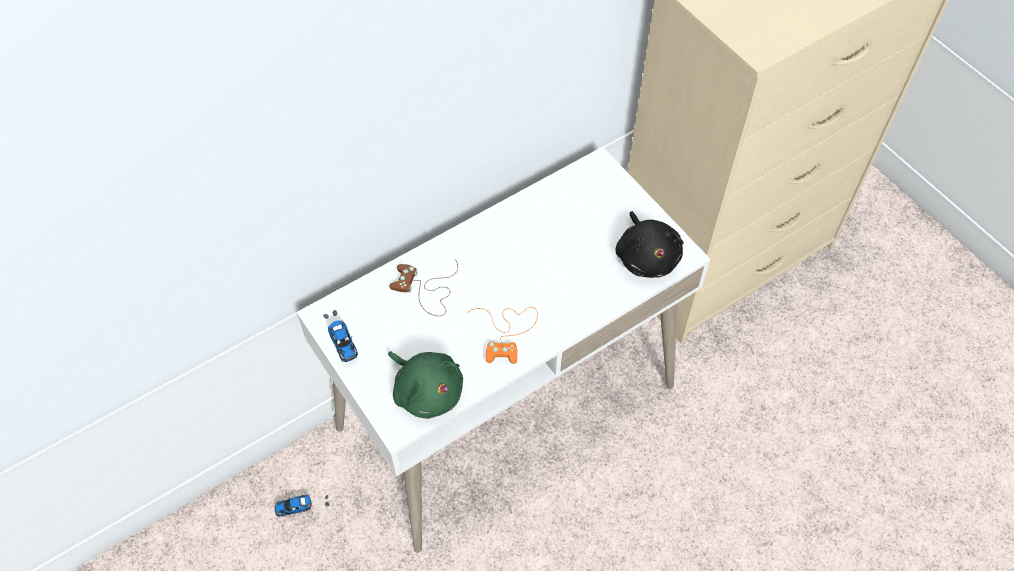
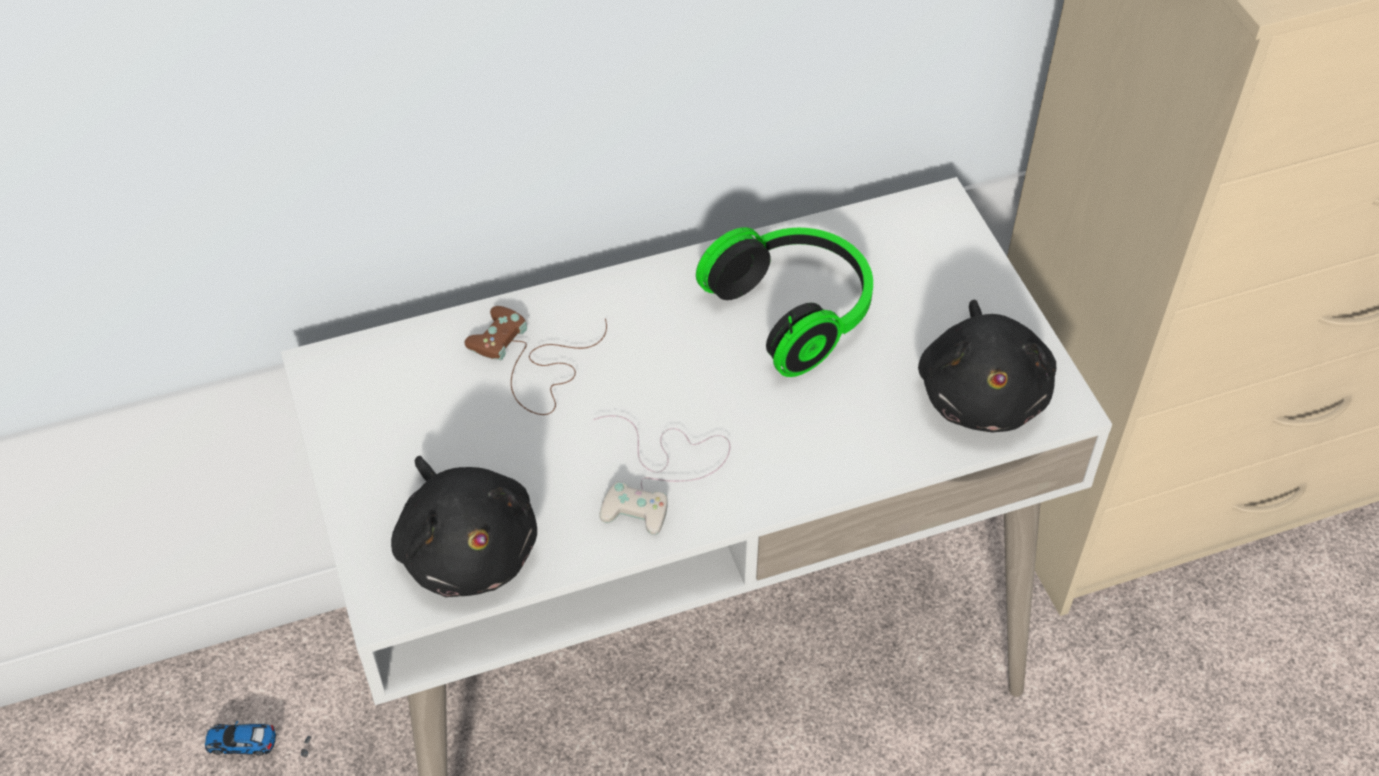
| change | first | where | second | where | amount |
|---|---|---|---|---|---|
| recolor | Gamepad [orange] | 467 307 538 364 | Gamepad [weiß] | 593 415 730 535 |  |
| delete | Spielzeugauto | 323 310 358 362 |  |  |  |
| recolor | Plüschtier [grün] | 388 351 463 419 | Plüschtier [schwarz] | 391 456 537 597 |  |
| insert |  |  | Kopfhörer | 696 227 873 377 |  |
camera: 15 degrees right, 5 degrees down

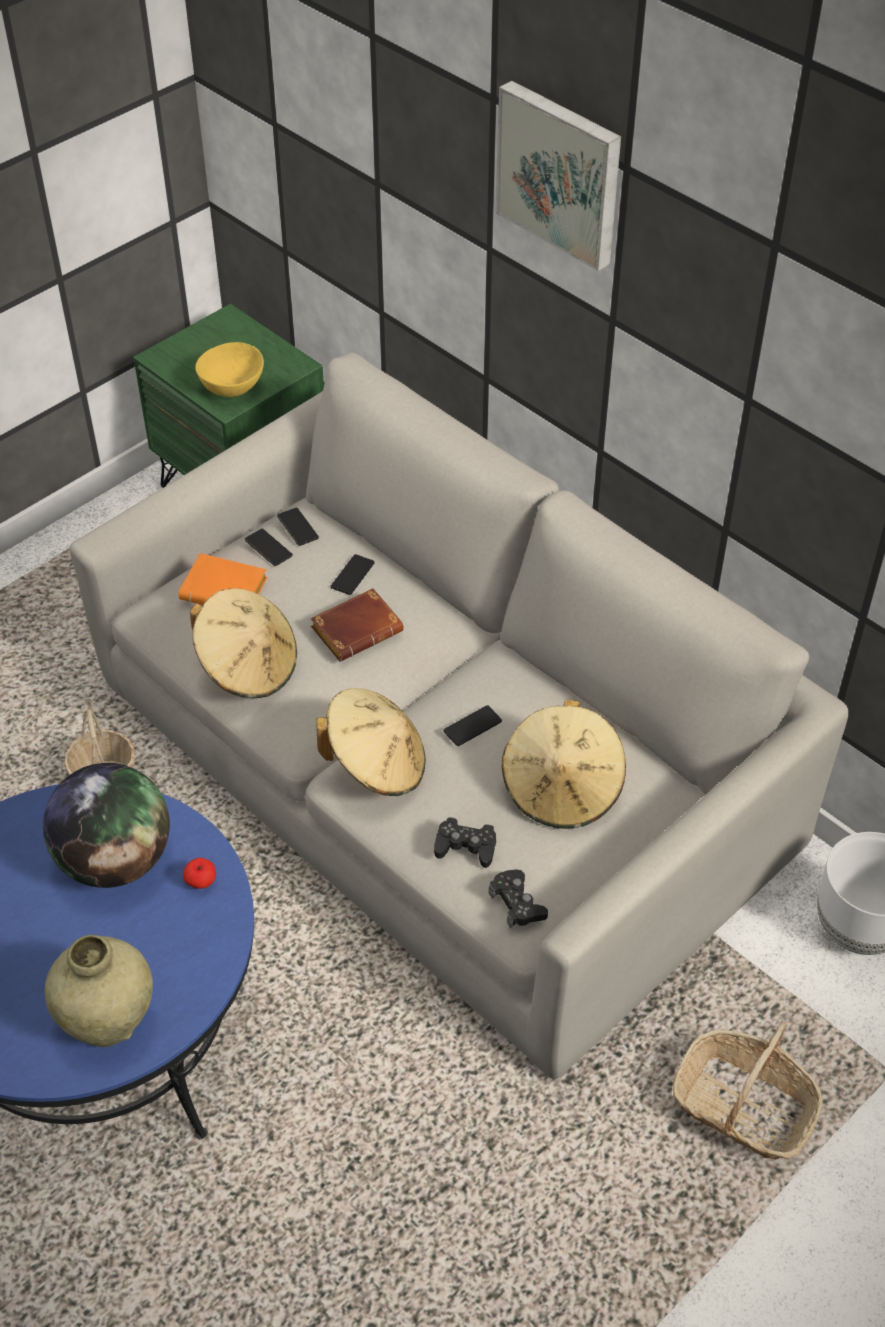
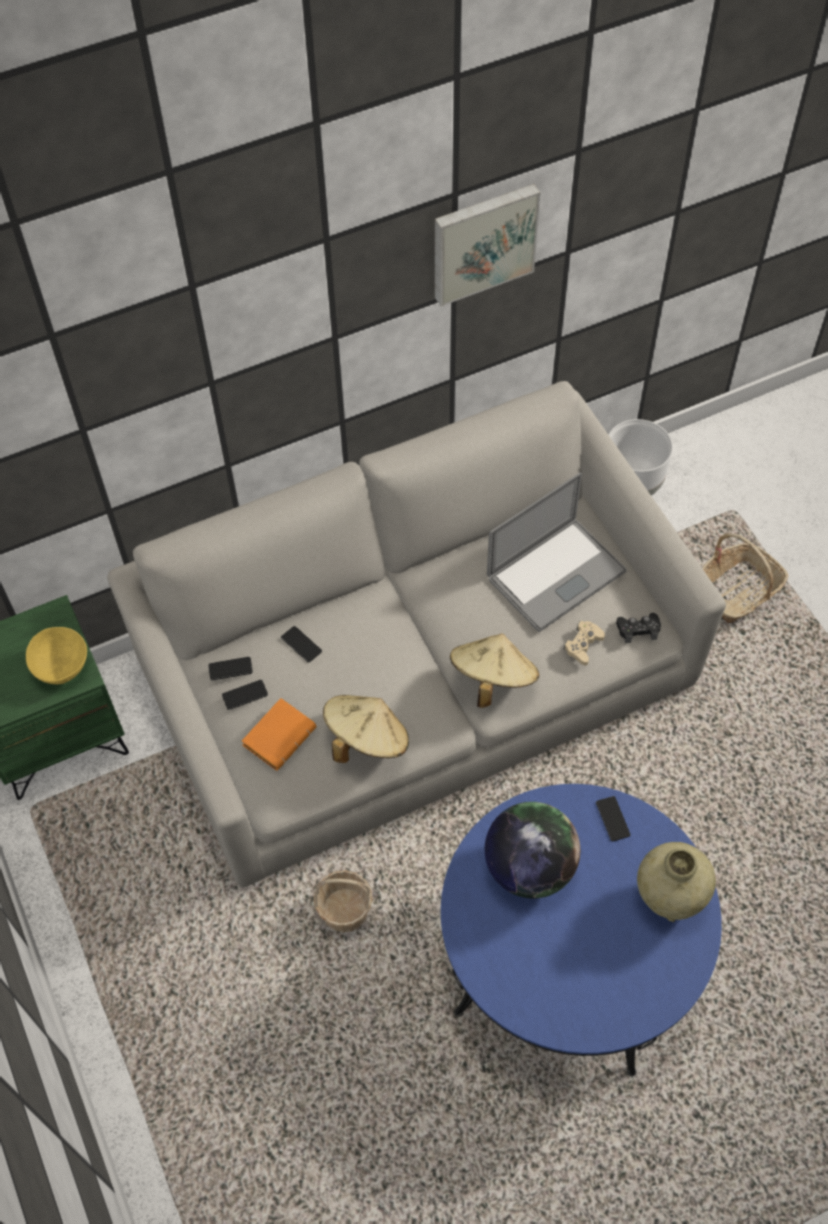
| change | first | where | second | where | amount |
|---|---|---|---|---|---|
| move | Bild | 496 81 621 271 |  | 435 184 540 306 |  |
| delete | Buch [braun] | 310 588 404 662 |  |  |  |
| replace | Hut [beige] | 502 700 626 829 | Laptop | 487 472 627 632 |  |
| move | Handy | 443 705 502 746 |  | 596 796 631 841 |  |
| recolor | Gamepad [schwarz] | 434 817 496 868 | Gamepad [beige] | 564 621 605 665 |  |
| delete | Apfel | 183 858 216 889 |  |  |  |
camera: 70 degrees left, 10 degrees up

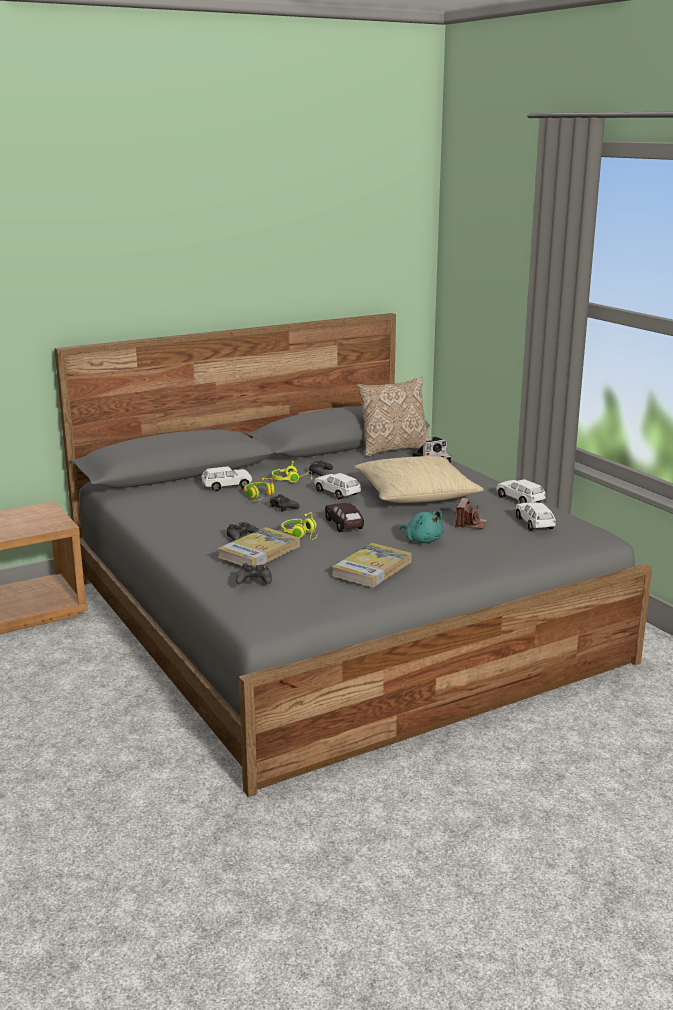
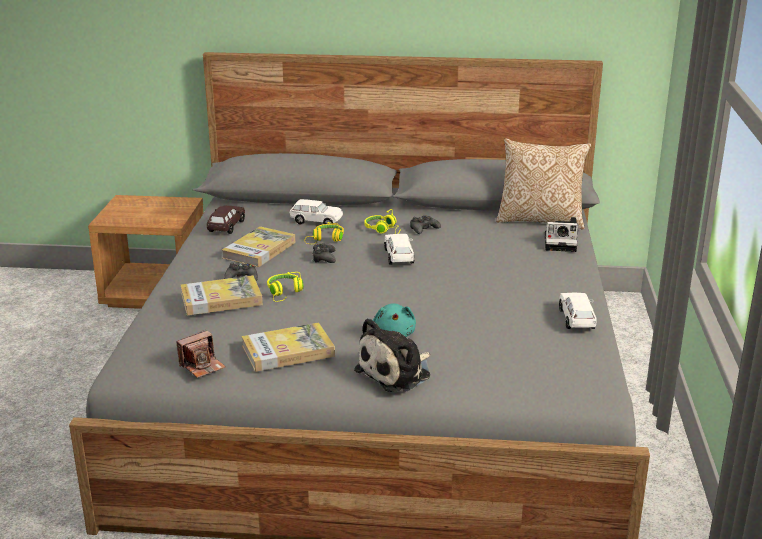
| change | first | where | second | where | amount |
|---|---|---|---|---|---|
| delete | Kissen [beige] | 354 456 484 503 |  |  |  |
| move | Kamera | 455 498 487 529 |  | 176 330 226 378 |  |
| delete | Spielzeugauto [weiß] | 516 502 556 531 |  |  |  |
| move | Spielzeugauto [braun] | 325 503 364 532 |  | 207 206 245 234 |  |
| delete | Gamepad [schwarz] | 236 563 272 584 |  |  |  |
| insert |  |  | Buch | 222 226 295 267 |  |
| insert |  |  | Plüschtier | 354 318 430 392 |  |
camera: 35 degrees right, 5 degrees up

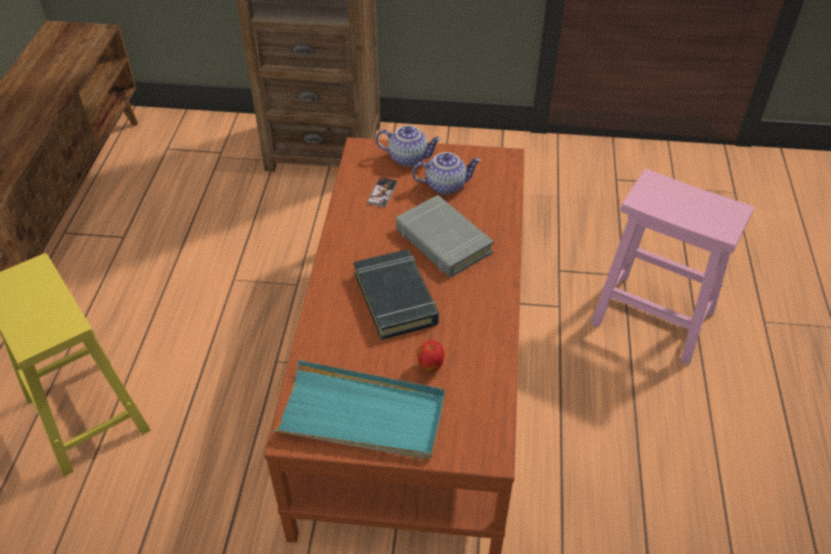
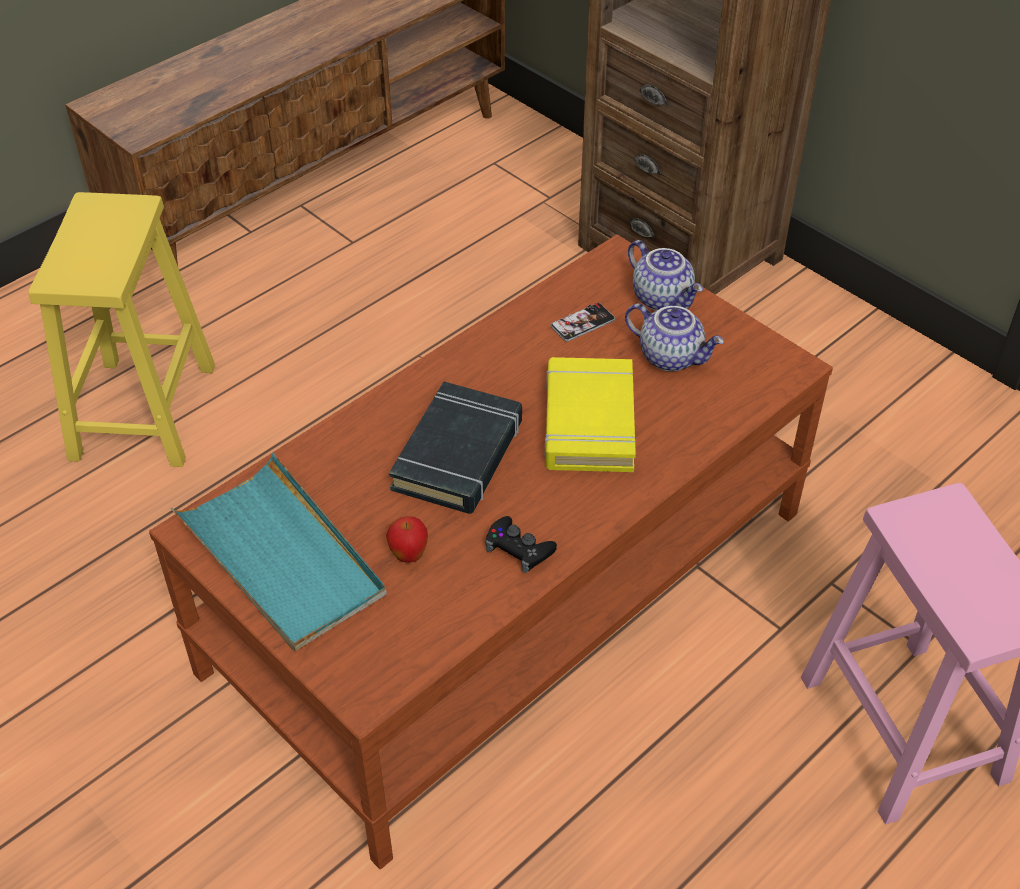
| change | first | where | second | where | amount |
|---|---|---|---|---|---|
| recolor | Buch [grau] | 396 195 494 277 | Buch [gelb] | 545 357 636 472 |  |
| insert |  |  | Gamepad [schwarz] | 485 516 557 573 |  |
camera: 40 degrees right, 0 degrees up

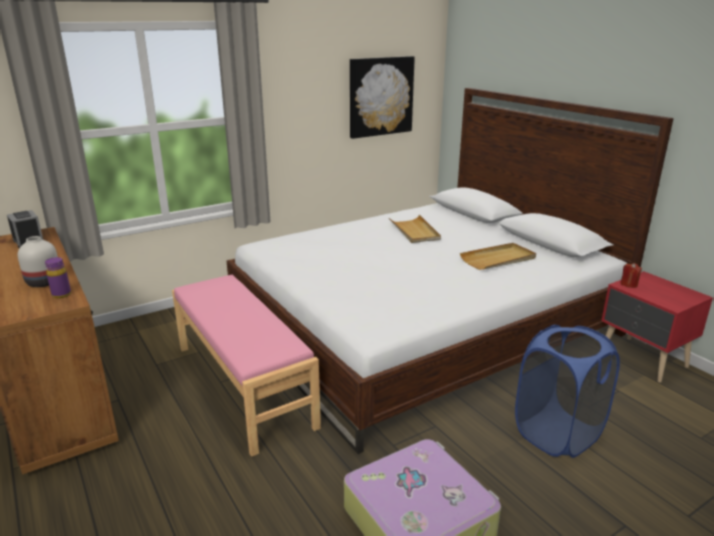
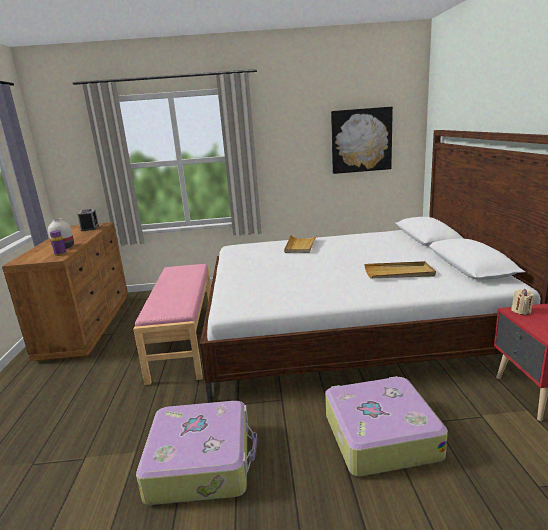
| change | first | where | second | where | amount |
|---|---|---|---|---|---|
| move | Tablett [beige] | 389 215 441 243 |  | 284 235 317 253 |  |
| recolor | Kerze [rot] | 620 263 642 288 | Kerze [beige] | 511 289 535 315 |  |
| replace | Wäschekorb [blau] | 515 325 620 458 | Koffer | 325 376 448 476 |  |
camera: 30 degrees right, 5 degrees down

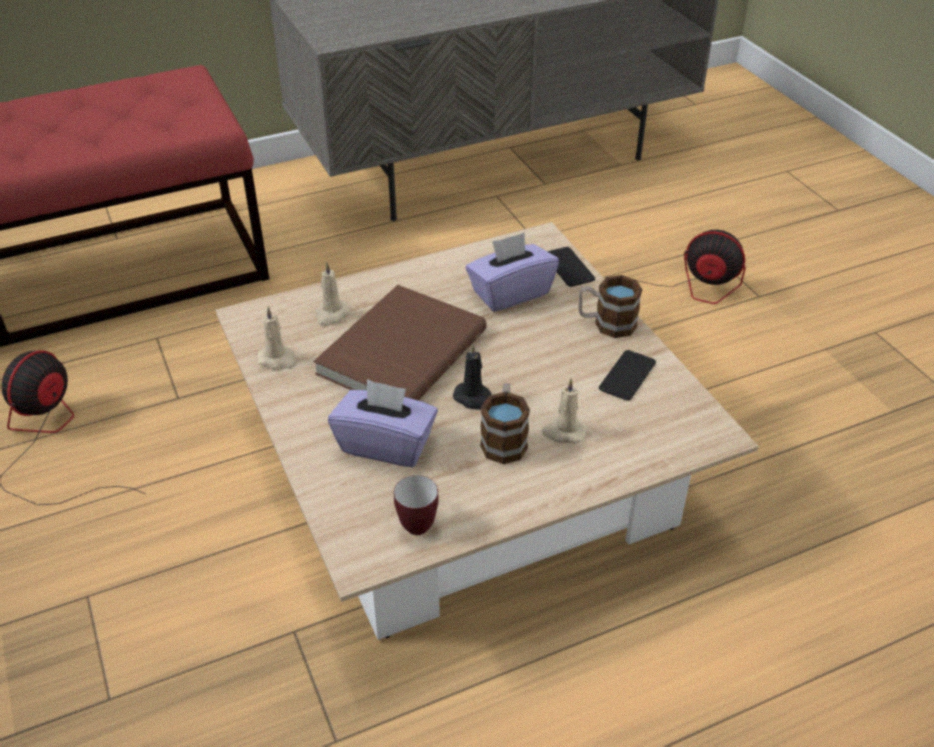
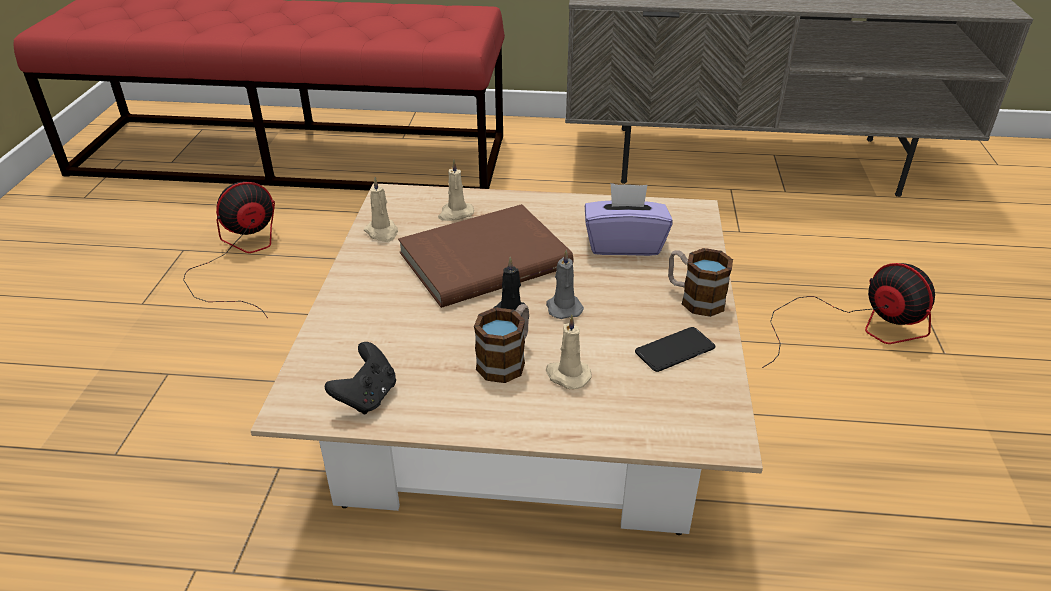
| change | first | where | second | where | amount |
|---|---|---|---|---|---|
| delete | Handy | 547 247 595 287 |  |  |  |
| delete | Taschentuchbox [lila] | 328 379 438 467 |  |  |  |
| replace | Henkelbecher | 394 475 439 535 | Gamepad [schwarz] | 325 342 396 415 |  |
| insert |  |  | Kerze [grau] | 546 250 584 319 |  |
camera: 30 degrees right, 5 degrees down

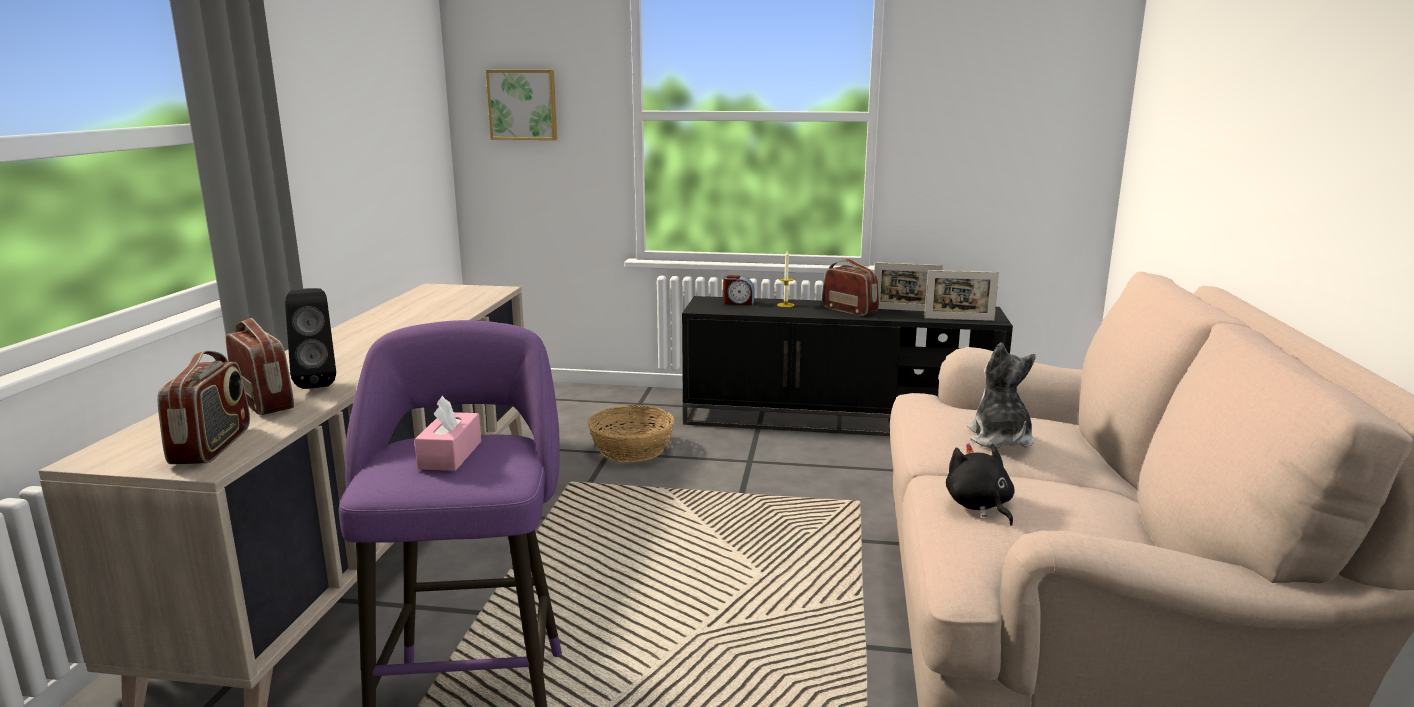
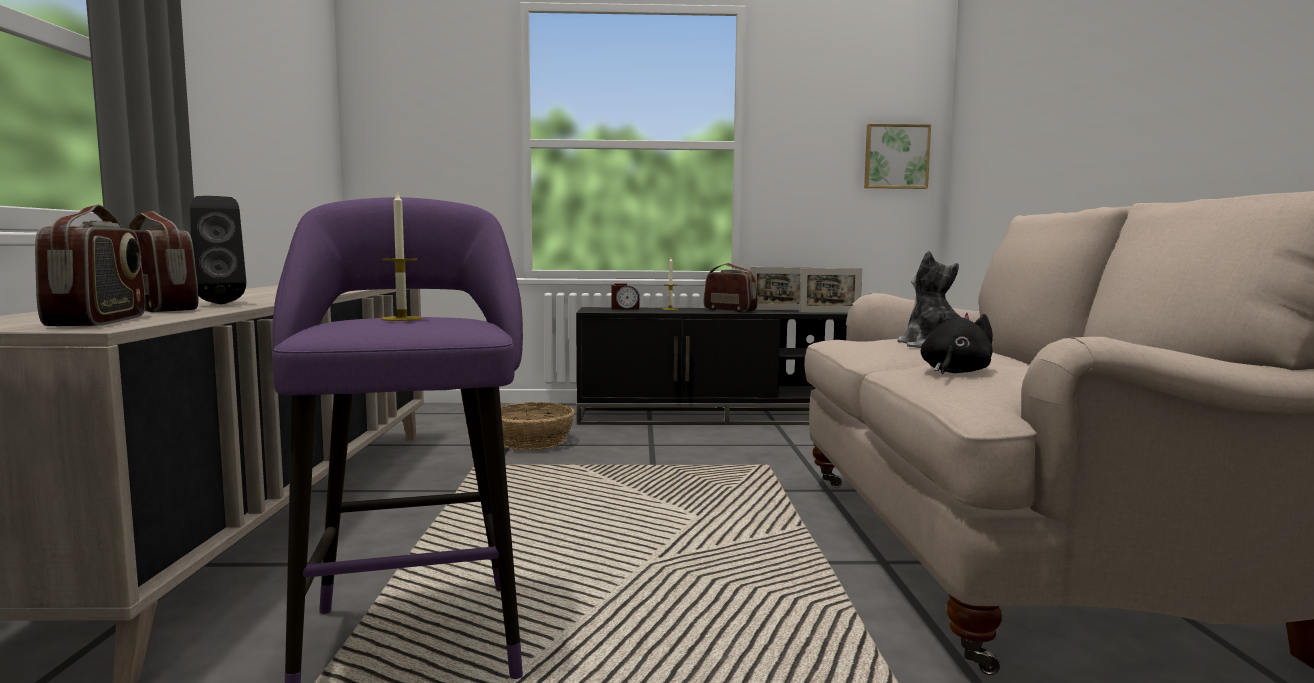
| change | first | where | second | where | amount |
|---|---|---|---|---|---|
| move | Bild | 486 70 557 140 |  | 864 124 931 189 |  |
| replace | Taschentuchbox [rosa] | 414 396 481 471 | Kerze | 381 190 422 321 |  |
| rotate | Plüschtier [schwarz] | 946 443 1015 526 |  | 920 313 993 374 | 60 degrees clockwise |
camera: 10 degrees left, 10 degrees down

